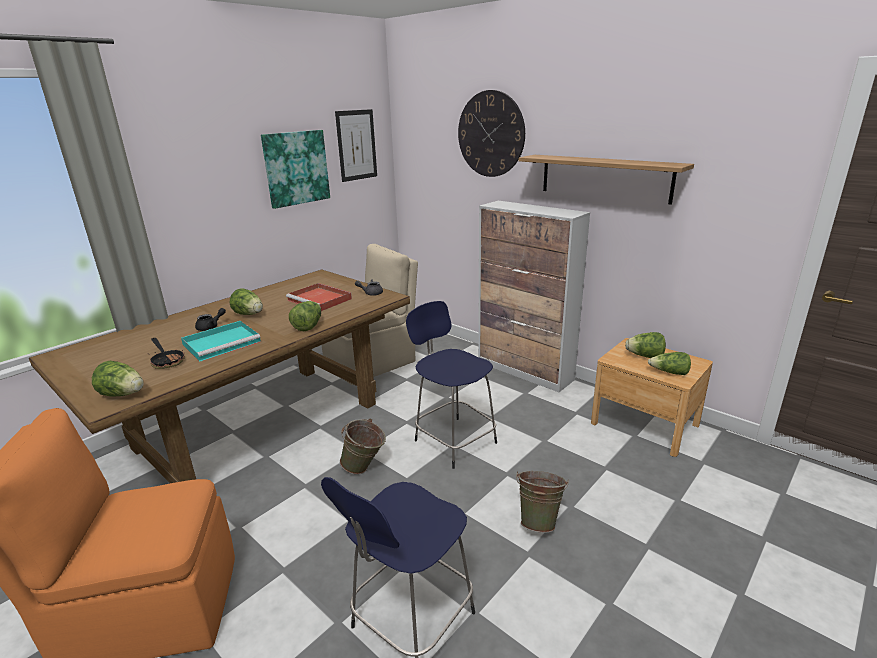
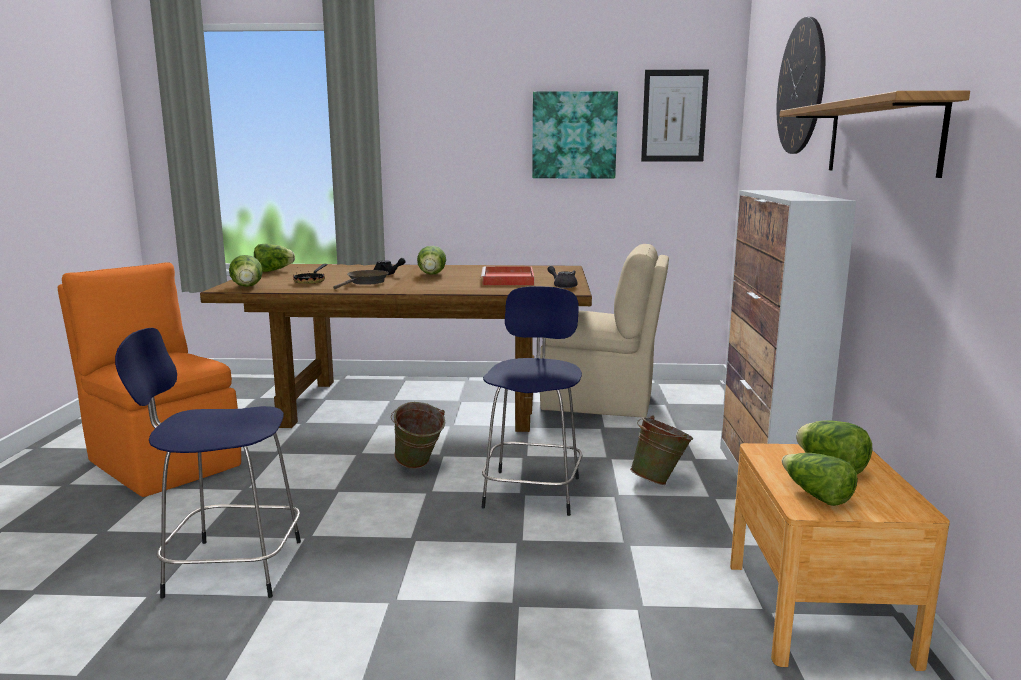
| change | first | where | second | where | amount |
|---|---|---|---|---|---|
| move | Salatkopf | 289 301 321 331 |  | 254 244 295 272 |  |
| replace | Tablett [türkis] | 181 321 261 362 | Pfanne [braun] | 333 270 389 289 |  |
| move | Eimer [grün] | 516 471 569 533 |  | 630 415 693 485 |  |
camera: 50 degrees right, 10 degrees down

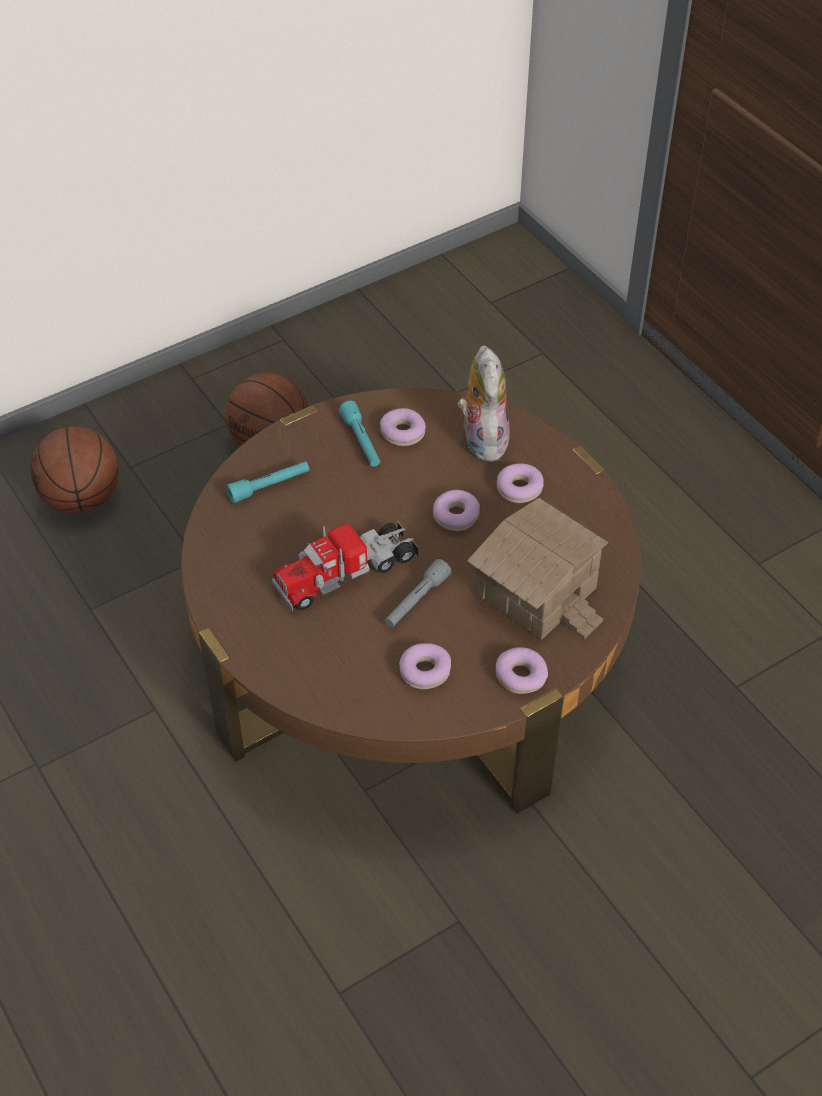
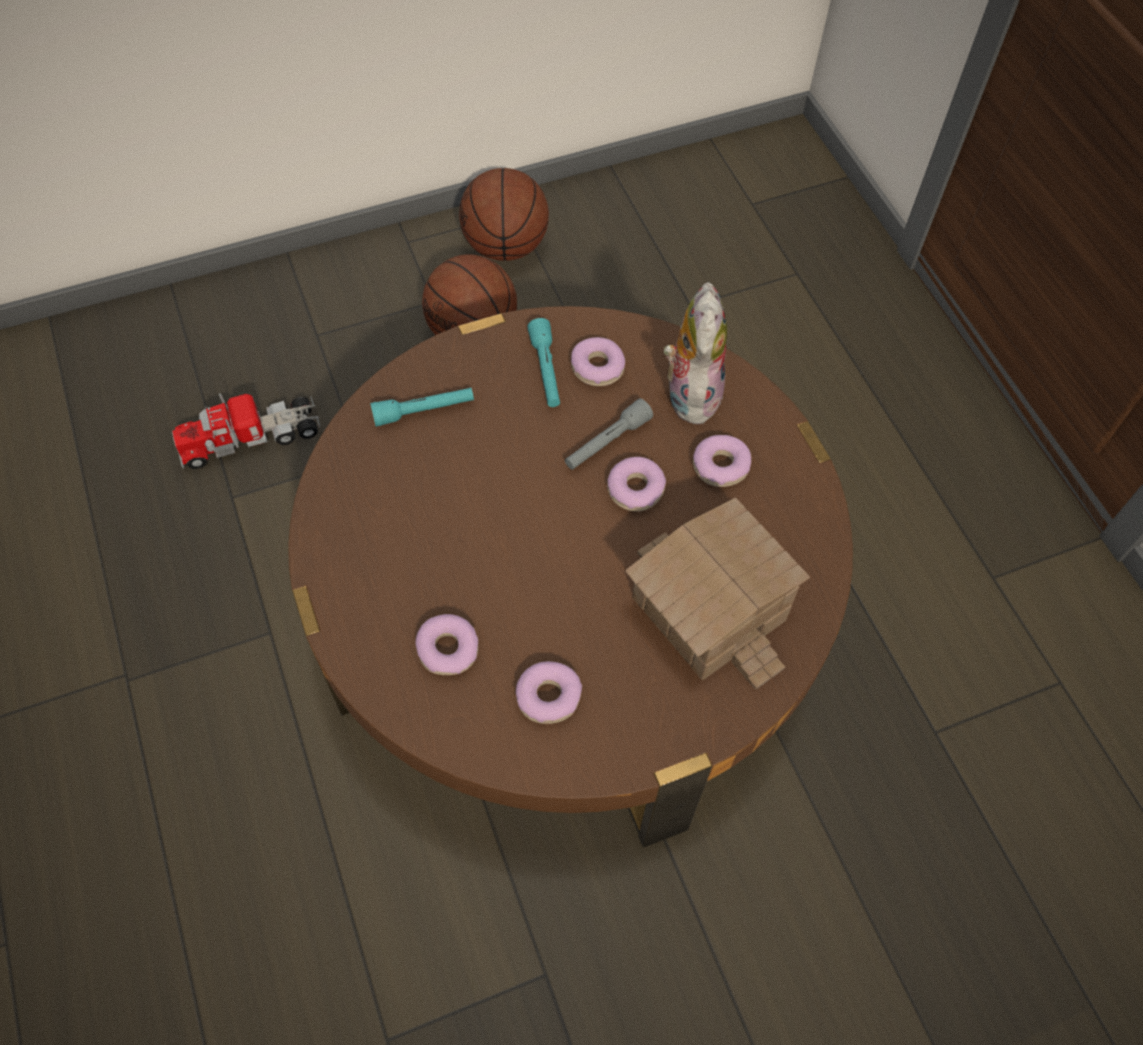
| change | first | where | second | where | amount |
|---|---|---|---|---|---|
| move | Basketball | 30 426 119 513 |  | 459 168 549 261 |  |
| move | Spielzeuglaster | 272 521 419 611 |  | 172 393 320 469 |  |
| move | Taschenlampe [grau] | 385 559 451 628 |  | 565 398 653 470 |  |
| move | Donut | 496 647 548 694 |  | 415 614 478 675 |  |
camera: 10 degrees right, 10 degrees up

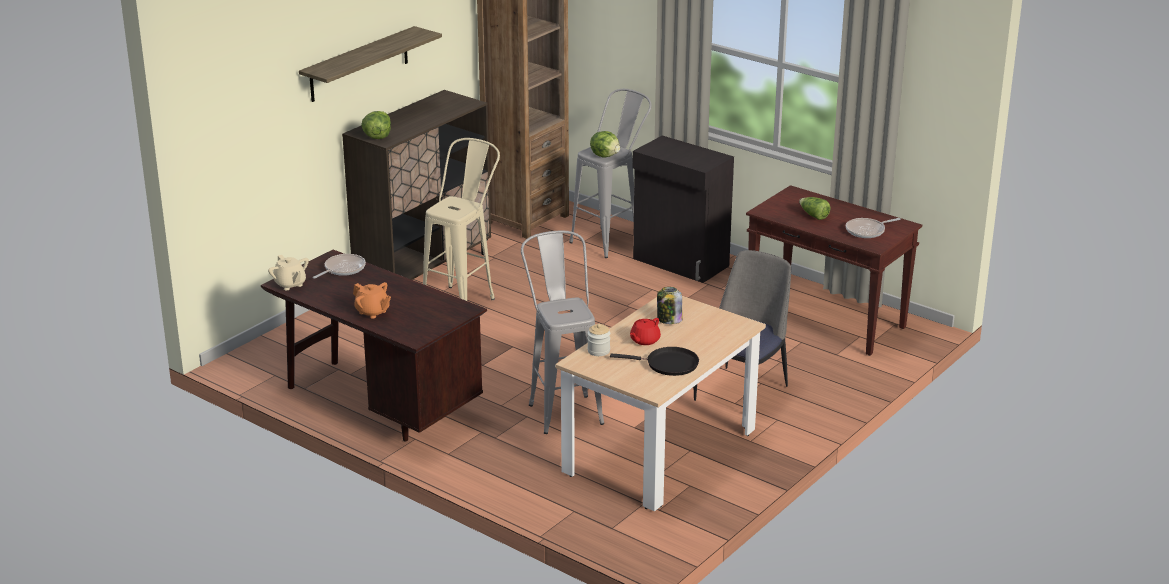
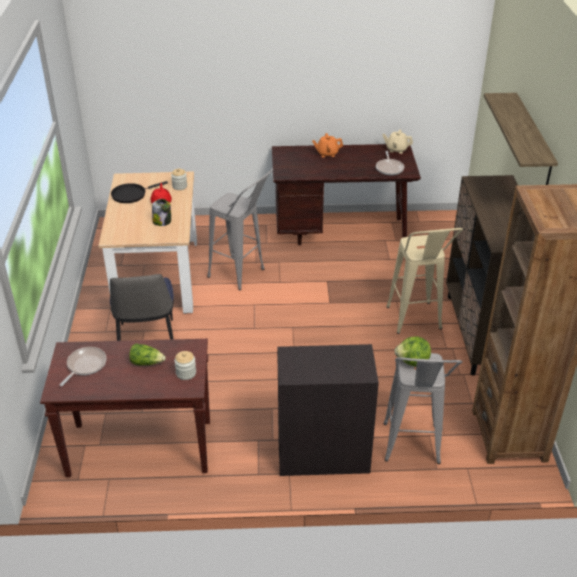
| change | first | where | second | where | amount |
|---|---|---|---|---|---|
| delete | Salatkopf | 361 111 391 139 |  |  |  |
| insert |  |  | Vorratsglas | 174 351 196 380 |  |
camera: 140 degrees right, 10 degrees up

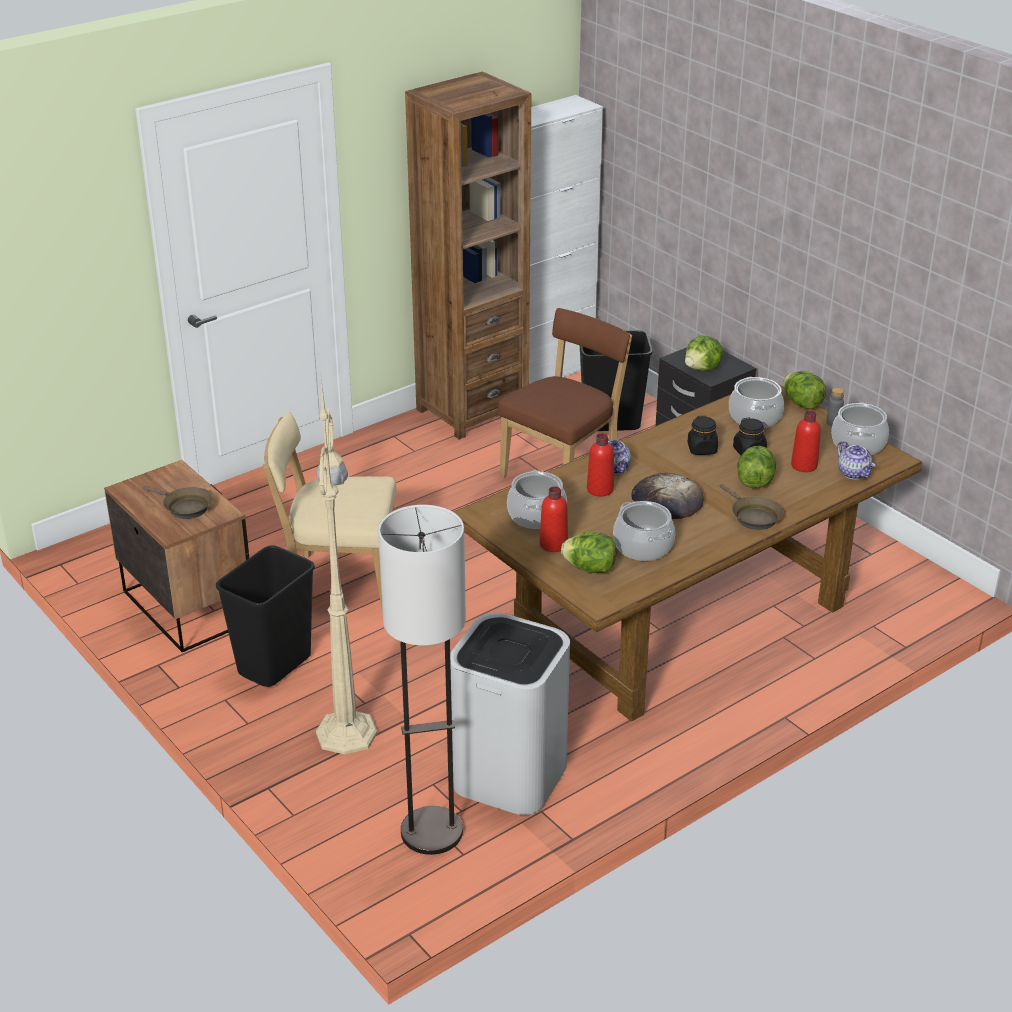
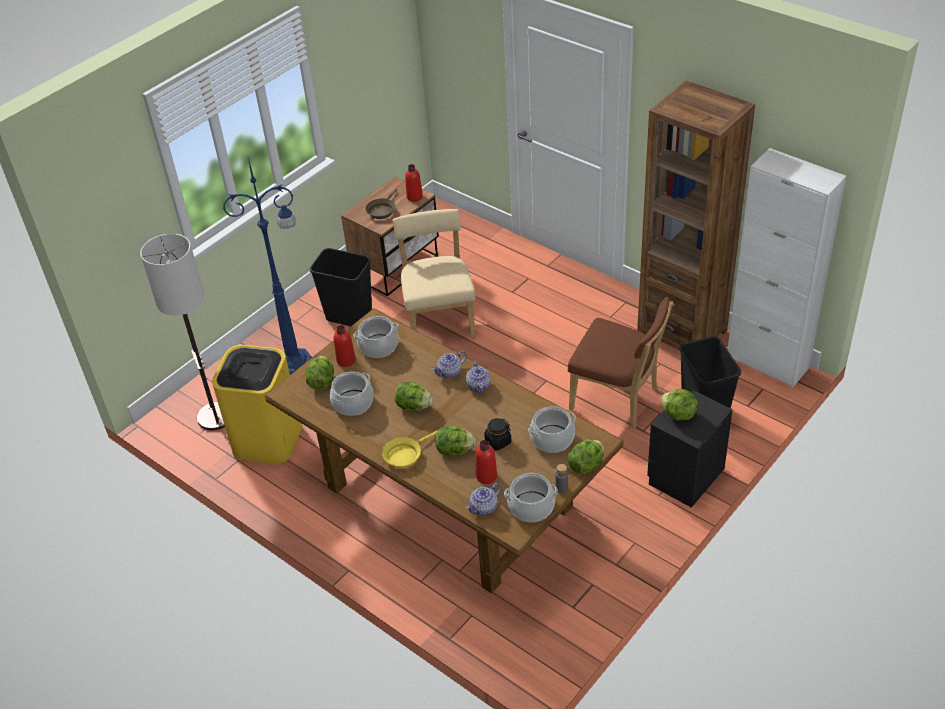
| change | first | where | second | where | amount |
|---|---|---|---|---|---|
| recolor | Stehlampe [beige] | 316 379 377 754 | Stehlampe [blau] | 223 158 312 375 |  |
| delete | Vorratsglas [schwarz] | 687 416 718 455 |  |  |  |
| move | Flasche [rot] | 587 433 614 496 |  | 405 164 423 202 |  |
| replace | Brot | 632 473 704 519 | Salatkopf | 395 382 433 411 |  |
| recolor | Pfanne [braun] | 720 484 783 530 | Pfanne [gelb] | 382 431 437 468 |  |
| recolor | Mülleimer [weiß] | 450 613 570 815 | Mülleimer [gelb] | 212 345 302 464 |  |
| insert |  |  | Teekanne | 466 361 491 393 |  |
camera: 80 degrees right, 10 degrees up

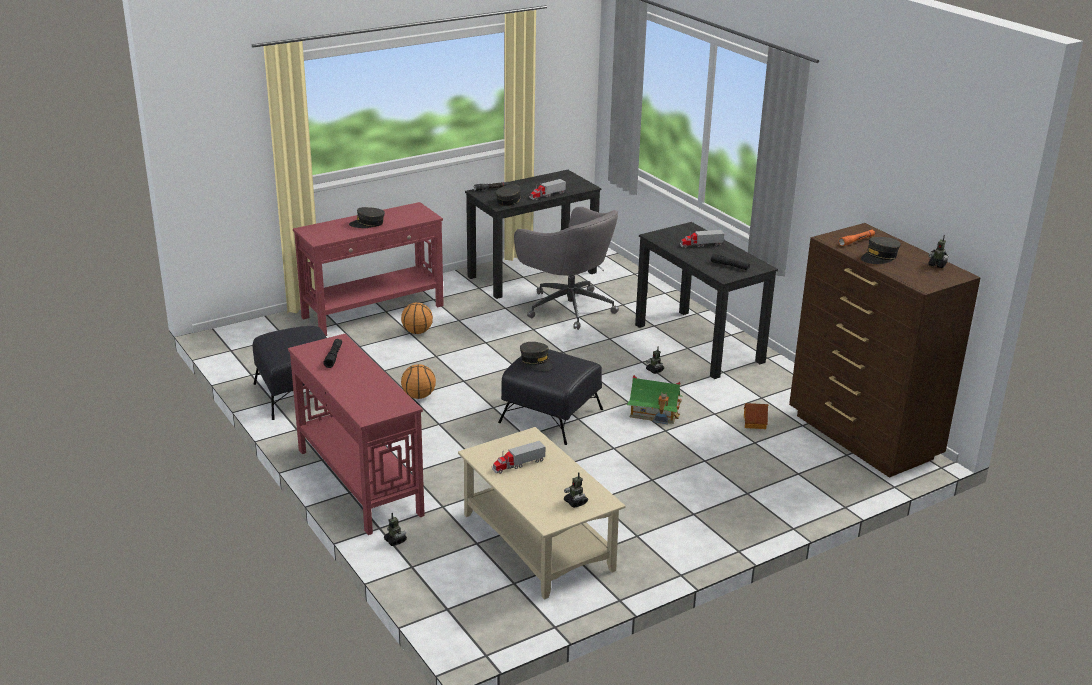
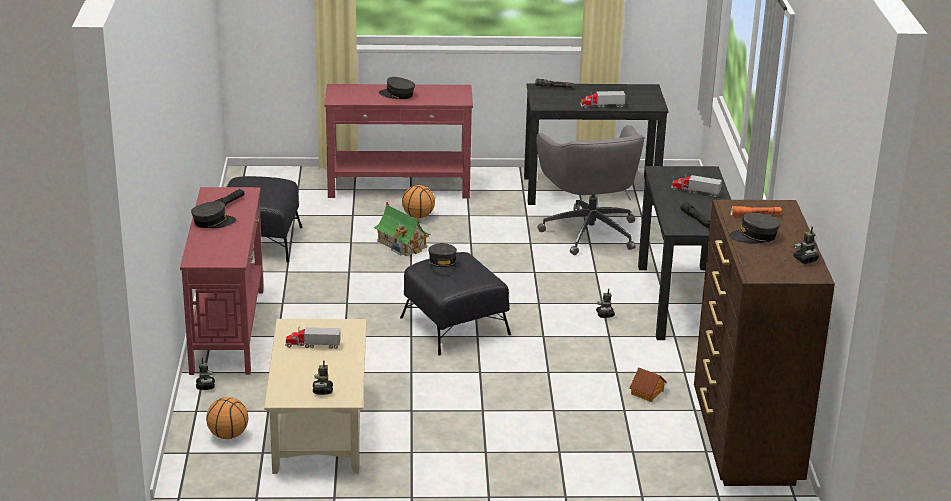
| change | first | where | second | where | amount |
|---|---|---|---|---|---|
| move | Kappe [grau] | 496 184 525 206 |  | 191 201 236 228 |  |
| move | Basketball | 401 364 436 399 |  | 206 397 249 439 |  |
| move | Spielzeughaus | 627 375 683 425 |  | 374 202 431 256 |  |
camera: 30 degrees right, 0 degrees up

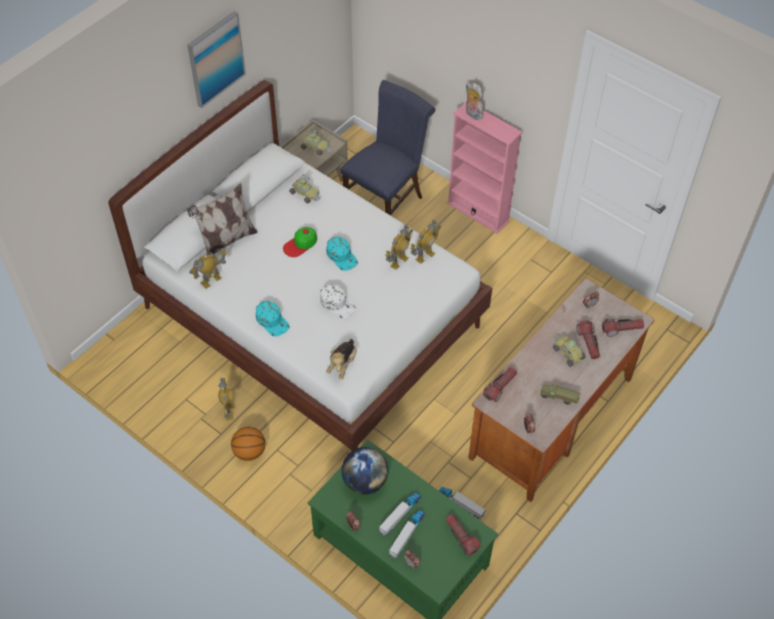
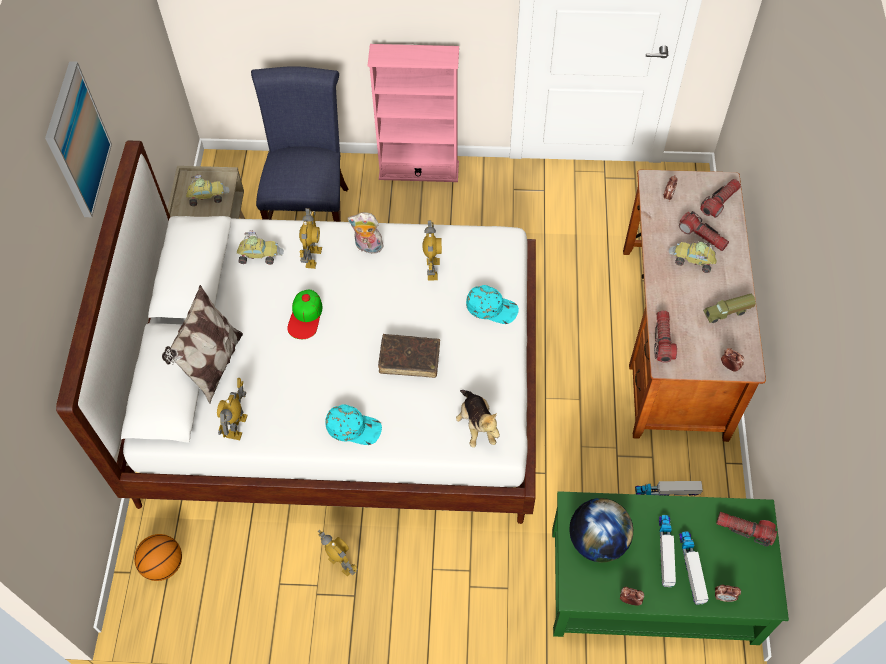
| change | first | where | second | where | amount |
|---|---|---|---|---|---|
| move | Plüschtier | 466 83 484 120 |  | 347 212 384 254 |  |
| move | Spielzeugroboter | 410 220 441 264 |  | 299 208 322 269 |  |
| move | Kappe [türkis] | 326 237 358 271 |  | 466 285 519 324 |  |
| replace | Kappe [weiß] | 320 284 356 318 | Buch [braun] | 378 334 440 378 |  |
| move | Basketball | 231 427 265 461 |  | 134 534 182 581 |  |
camera: 35 degrees left, 5 degrees up

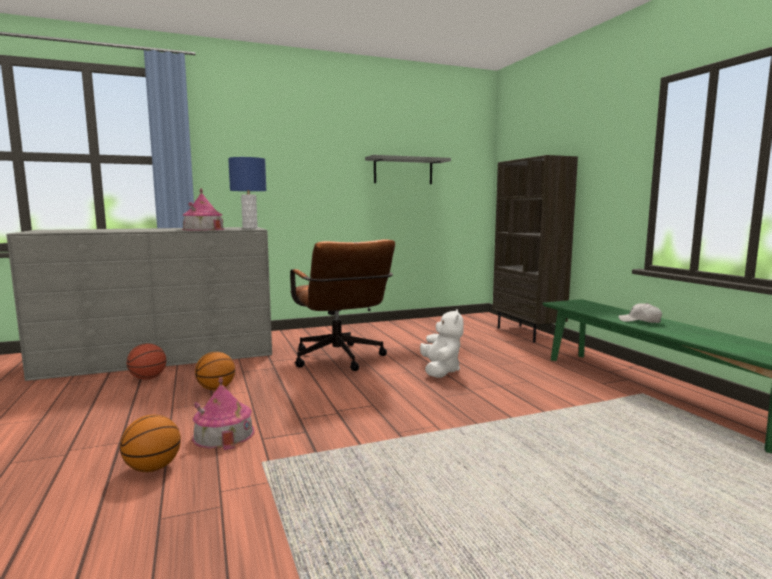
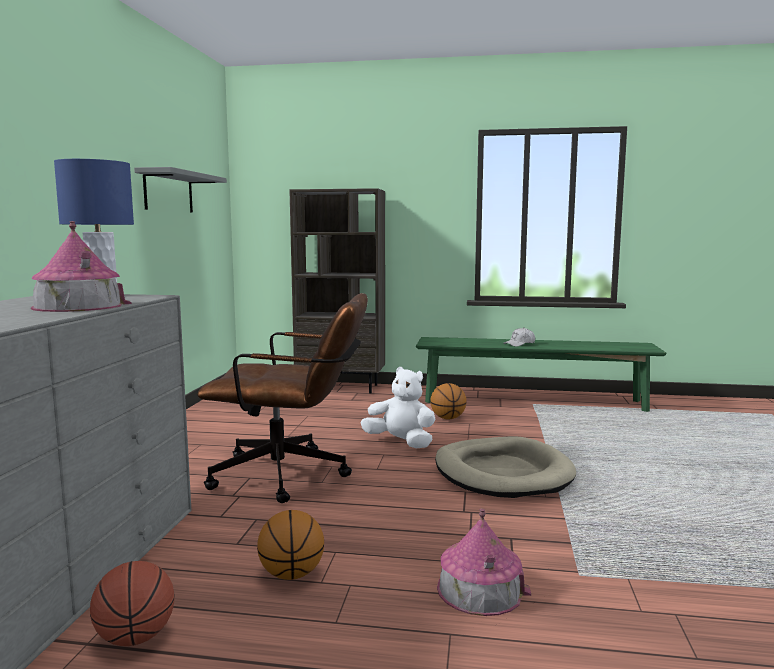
| change | first | where | second | where | amount |
|---|---|---|---|---|---|
| move | Basketball | 120 415 181 472 |  | 430 383 467 419 |  |
| insert |  |  | Hundebett [beige] | 435 436 576 498 |  |
camera: 60 degrees left, 0 degrees up

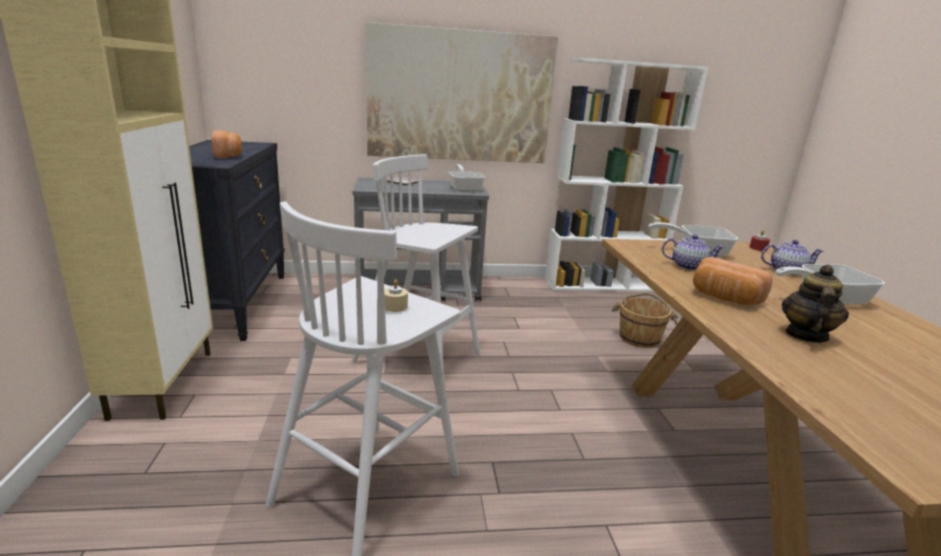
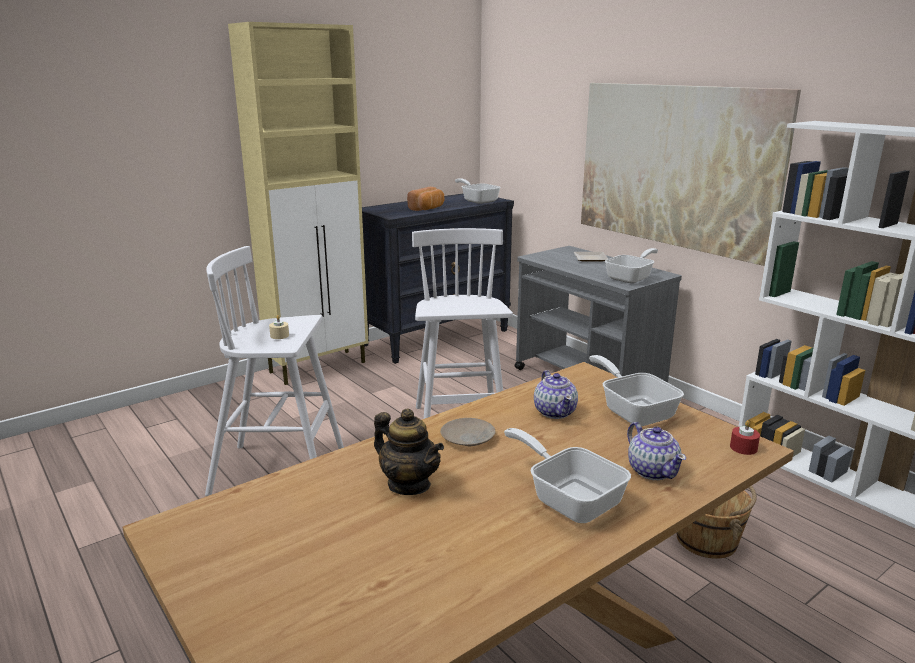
| change | first | where | second | where | amount |
|---|---|---|---|---|---|
| replace | Brot | 693 257 772 305 | Teller [beige] | 440 418 496 446 |  |
| rotate | Teekanne | 782 265 849 343 |  | 374 408 444 495 | 45 degrees clockwise |
| insert |  |  | Pfanne | 455 178 501 204 |  |
camera: 60 degrees right, 0 degrees up

